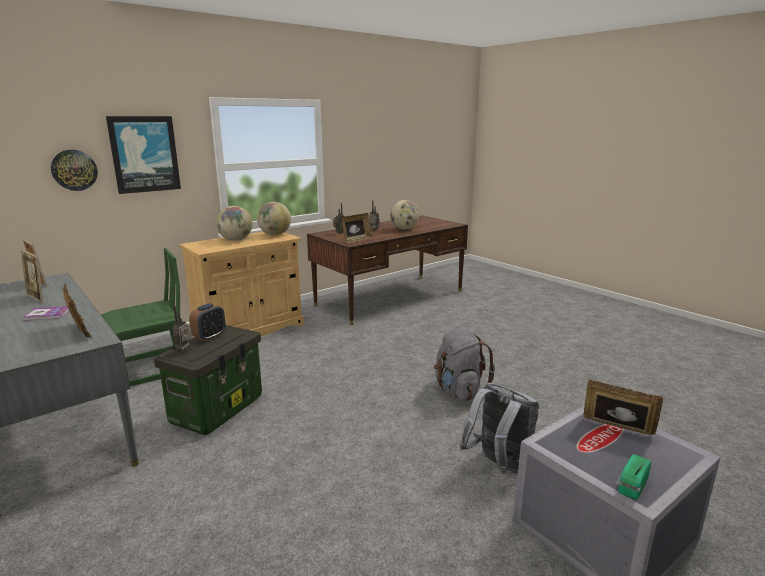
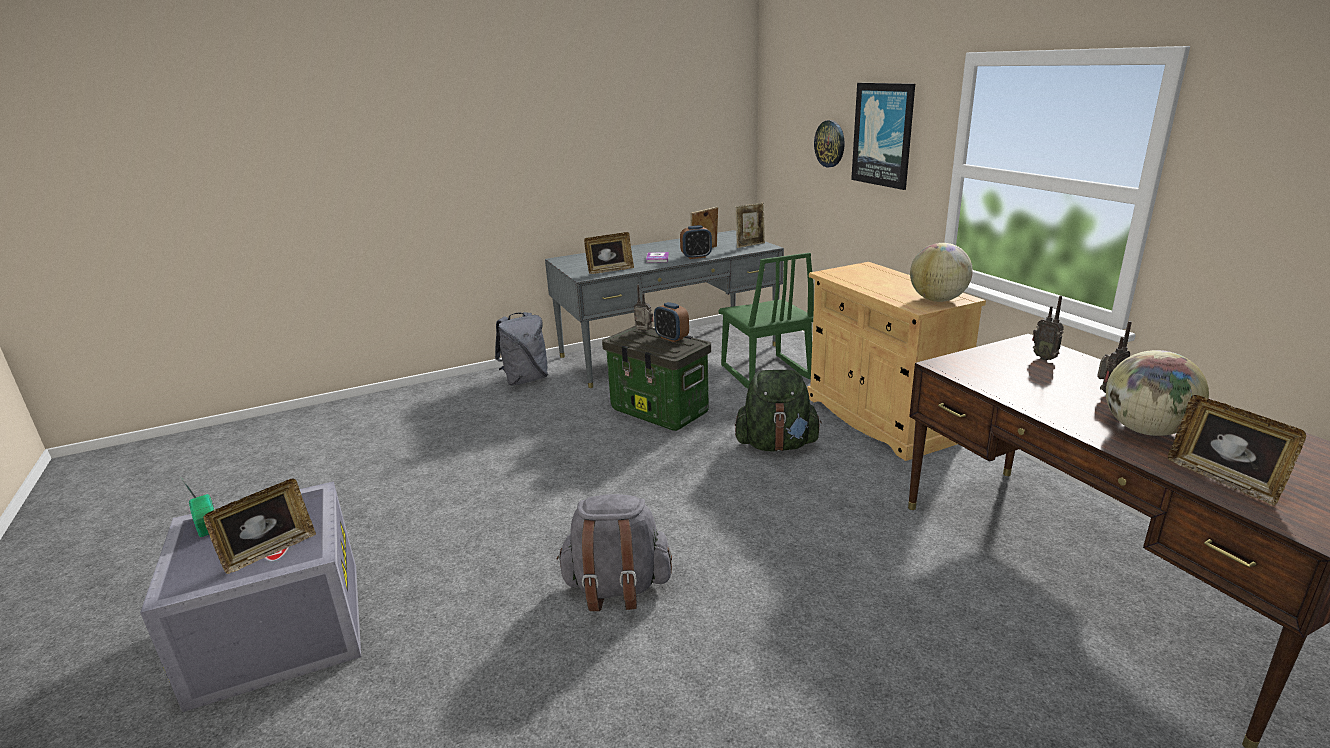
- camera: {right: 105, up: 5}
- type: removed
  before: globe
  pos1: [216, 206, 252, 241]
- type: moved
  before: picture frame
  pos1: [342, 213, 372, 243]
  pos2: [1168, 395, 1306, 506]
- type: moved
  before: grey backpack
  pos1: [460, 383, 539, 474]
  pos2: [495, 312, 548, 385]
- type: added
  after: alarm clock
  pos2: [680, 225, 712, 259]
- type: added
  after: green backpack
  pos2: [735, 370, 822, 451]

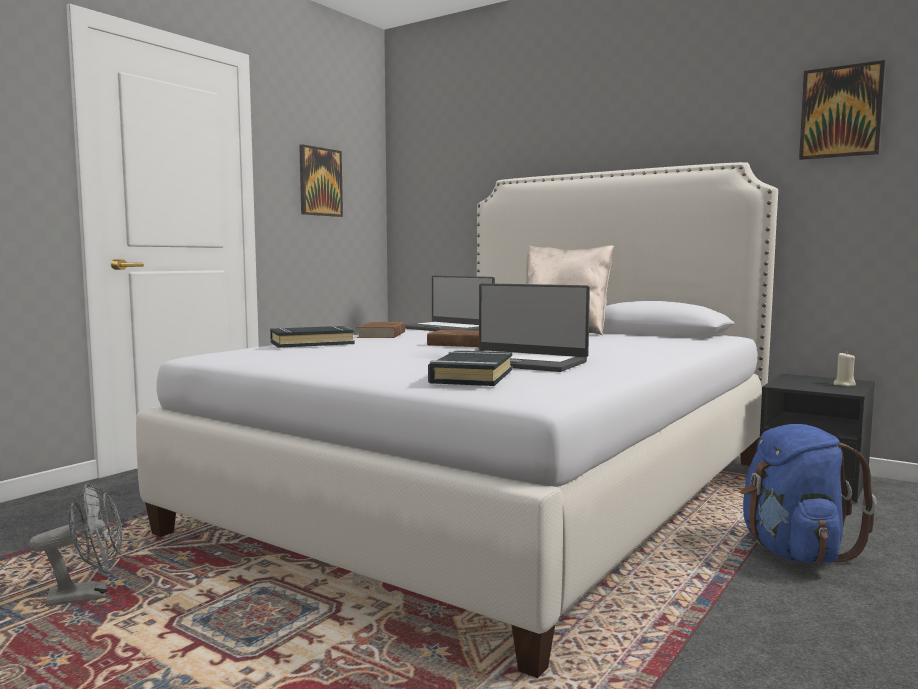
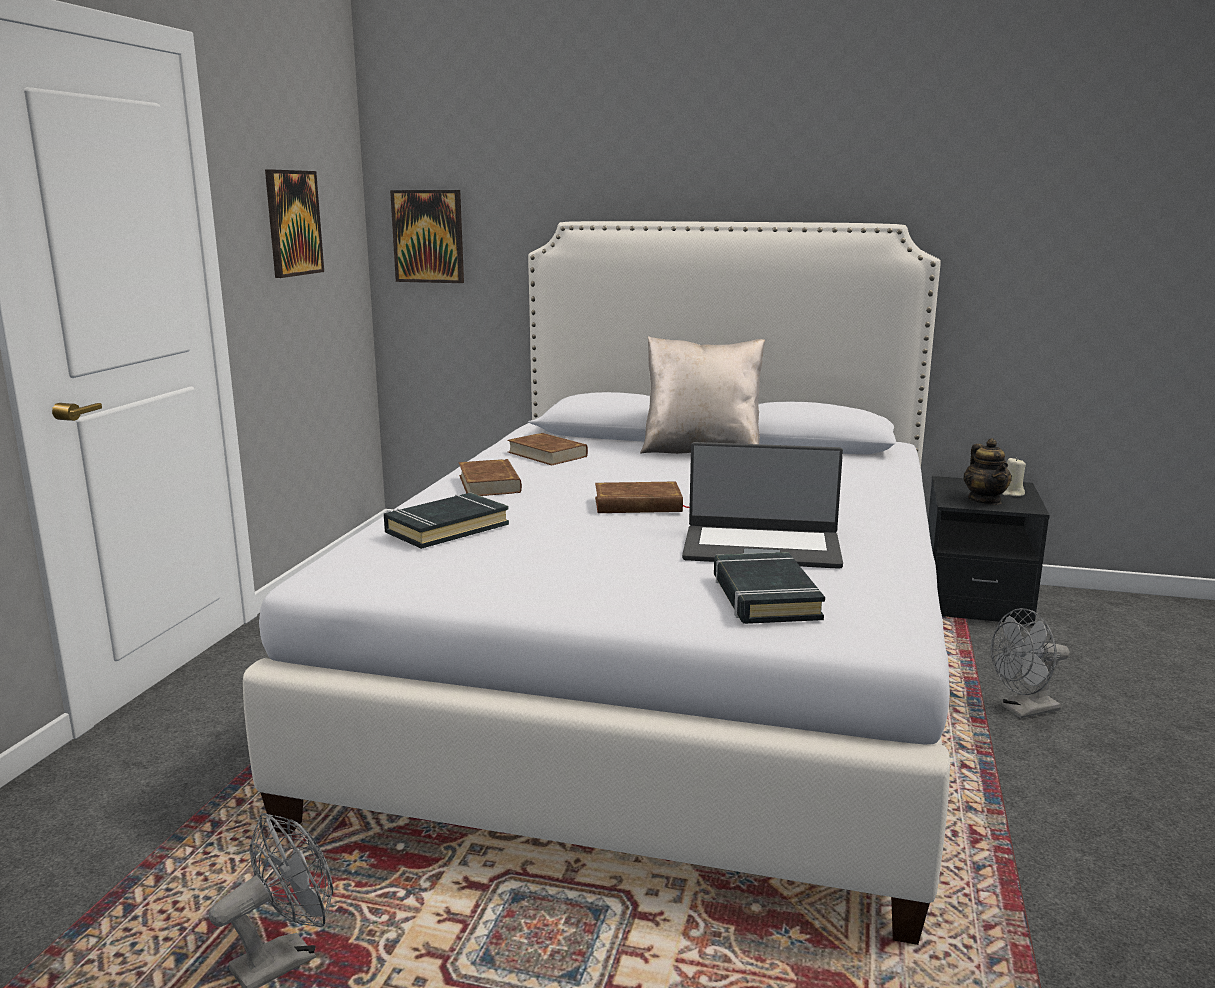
- camera: {right: -20, up: 10}
- type: replaced
  before: laptop
  after: brown book
  pos1: [405, 276, 495, 331]
  pos2: [507, 433, 588, 465]
- type: replaced
  before: blue backpack
  after: grey fan
  pos1: [740, 424, 877, 563]
  pos2: [991, 608, 1070, 718]
- type: moved
  before: picture
  pos1: [799, 60, 885, 160]
  pos2: [390, 190, 464, 283]
- type: added
  after: teapot
  pos2: [963, 438, 1012, 505]

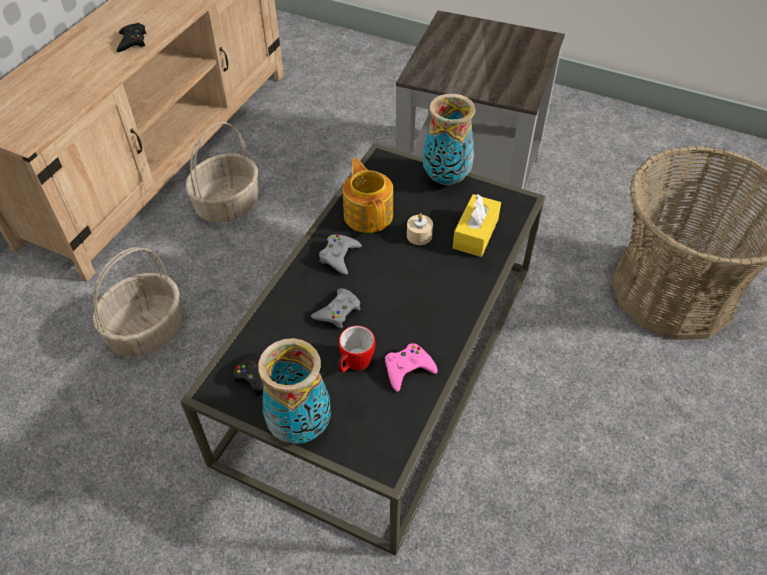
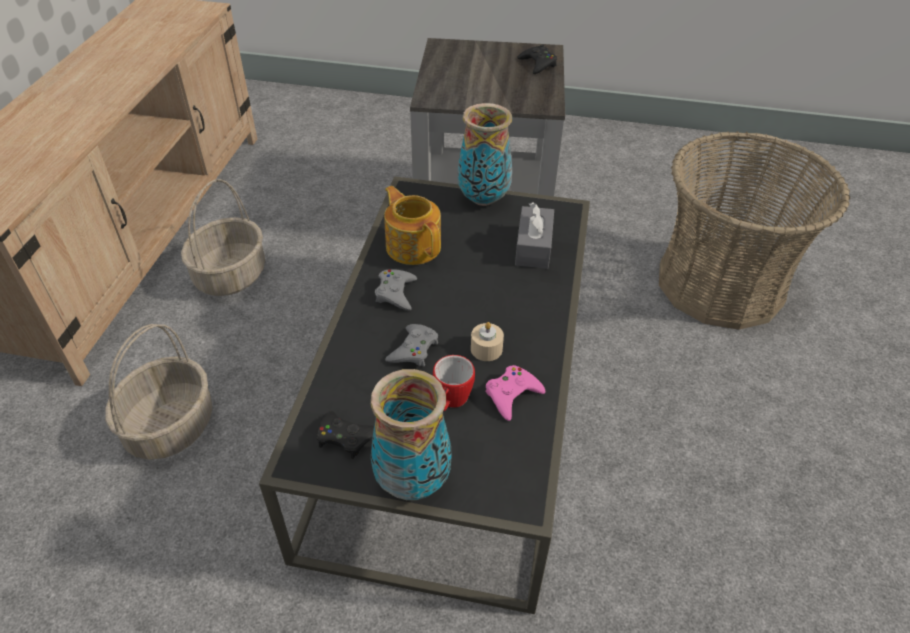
- camera: {right: -15, up: -5}
- type: moved
  before: black game controller
  pos1: [116, 23, 146, 52]
  pos2: [517, 44, 557, 74]
- type: moved
  before: beige candle
  pos1: [407, 213, 433, 245]
  pos2: [471, 322, 504, 361]
- type: recoloured
  before: yellow tissue box
  after: grey tissue box
  pos1: [453, 194, 501, 257]
  pos2: [515, 202, 554, 269]

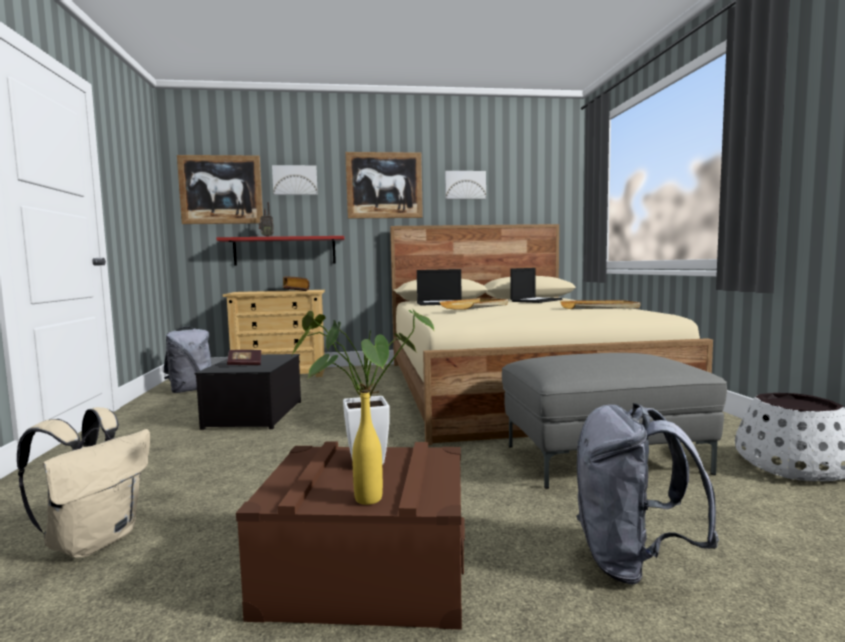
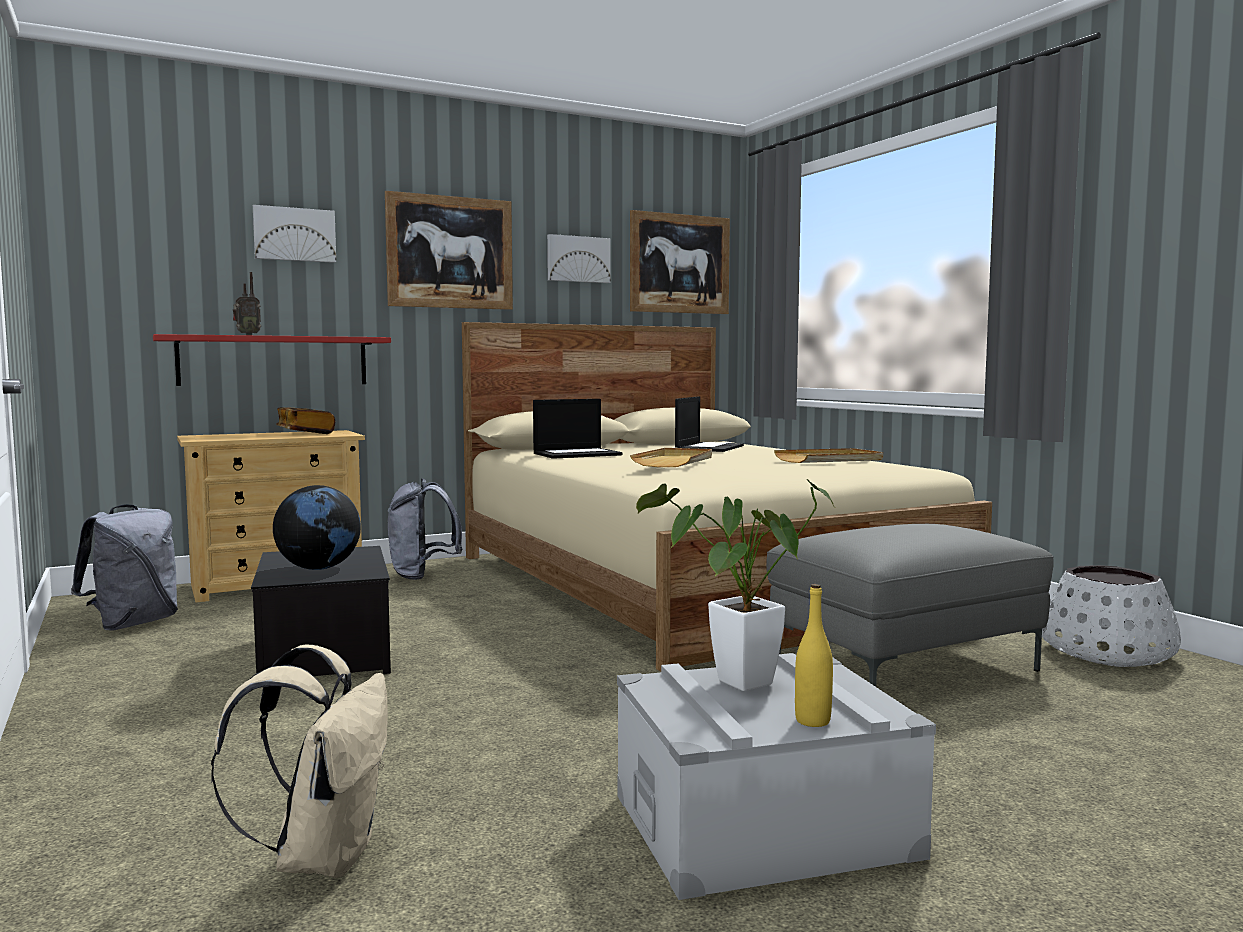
- camera: {right: -20, up: 0}
- type: moved
  before: picture
  pos1: [177, 155, 263, 224]
  pos2: [630, 210, 730, 314]
- type: replaced
  before: book
  after: globe
  pos1: [227, 350, 261, 365]
  pos2: [273, 485, 361, 570]
- type: recoloured
  before: brown storage box
  after: grey storage box
  pos1: [236, 441, 465, 629]
  pos2: [617, 653, 936, 900]
- type: moved
  before: grey backpack
  pos1: [576, 403, 719, 585]
  pos2: [387, 478, 462, 580]

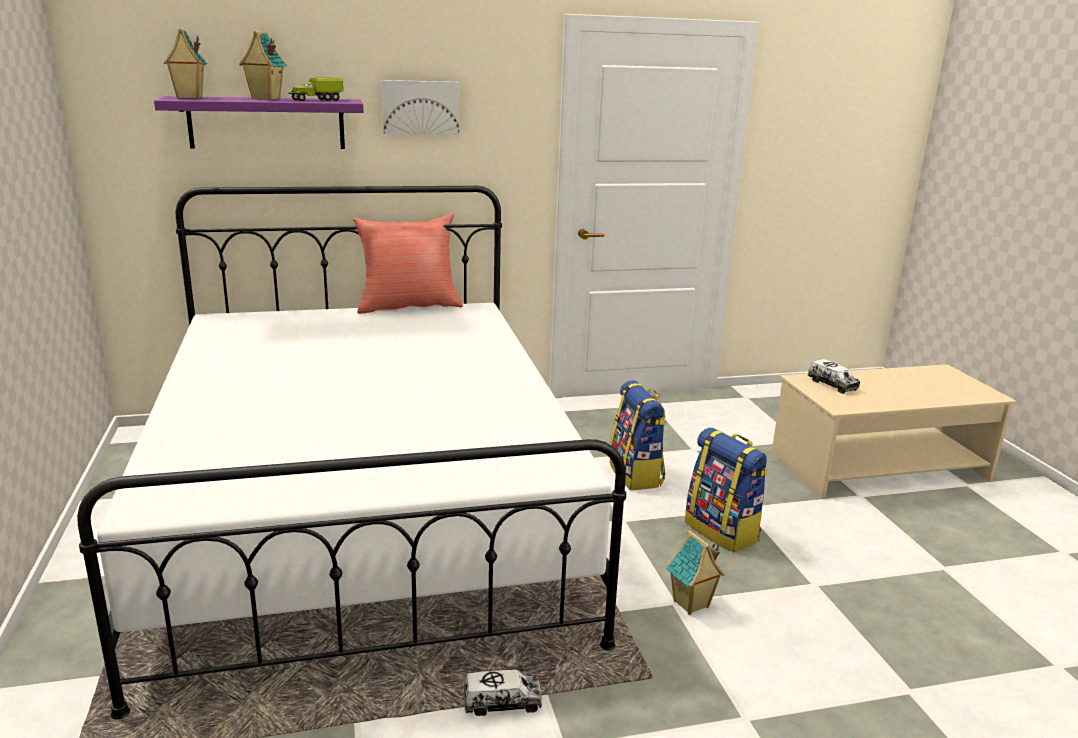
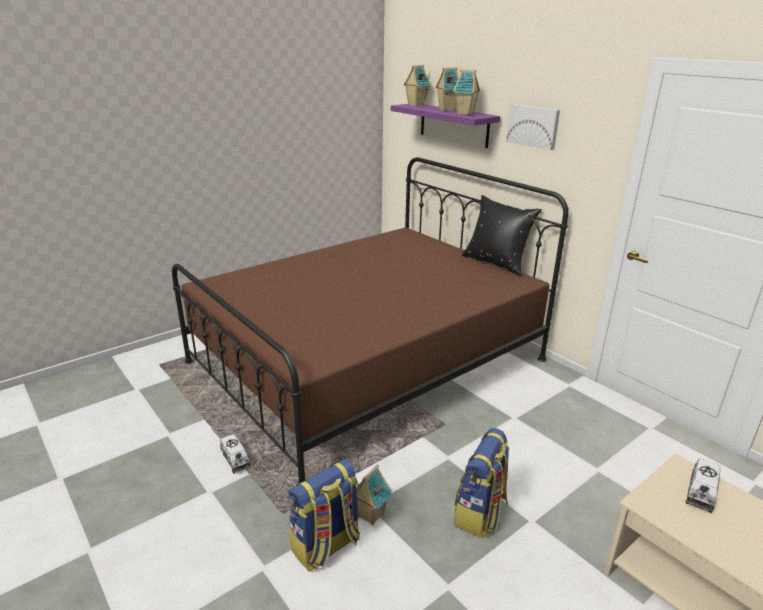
- camera: {right: 65, up: 5}
- type: recoloured
  before: white bed
  after: brown bed
  pos1: [77, 186, 626, 719]
  pos2: [172, 157, 568, 483]
- type: replaced
  before: toy truck
  after: toy house
  pos1: [289, 78, 343, 101]
  pos2: [453, 69, 480, 115]
- type: recoloured
  before: red pillow
  after: black pillow
  pos1: [353, 214, 463, 314]
  pos2: [462, 195, 542, 277]
- type: moved
  before: backpack
  pos1: [610, 381, 667, 490]
  pos2: [289, 459, 360, 572]

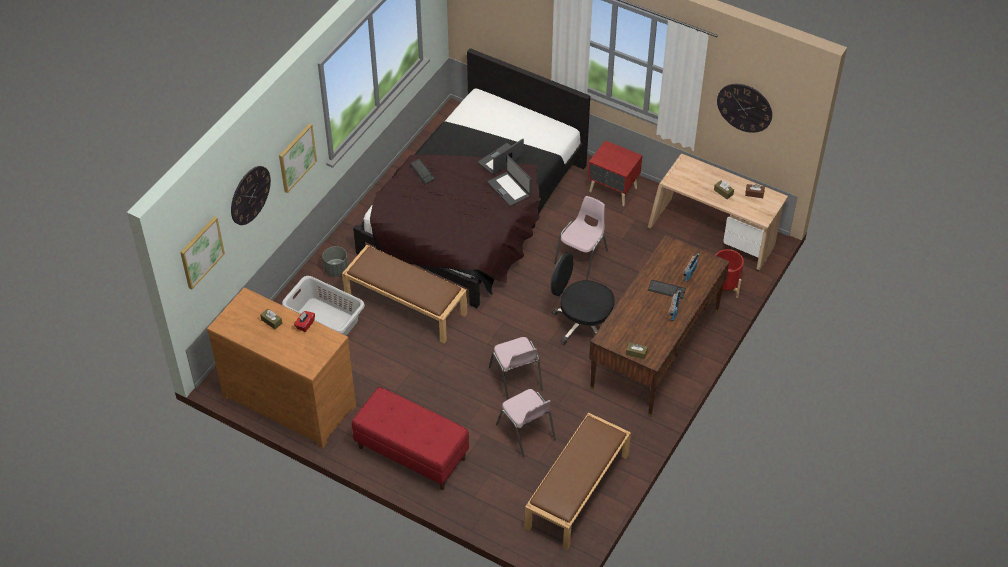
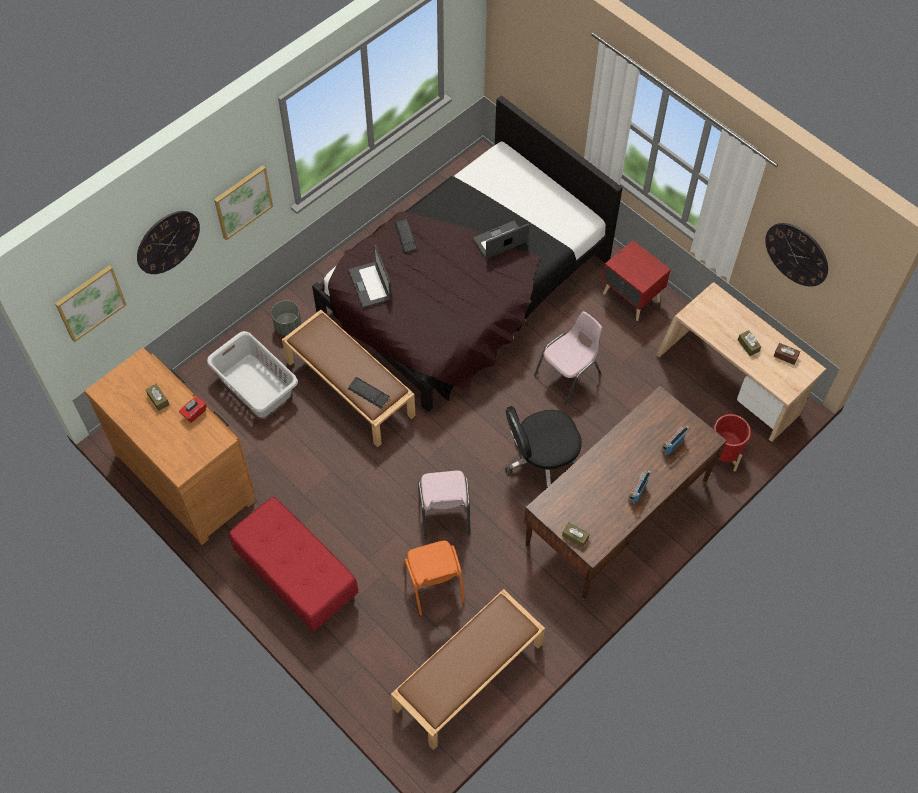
- camera: {right: 15, up: 10}
- type: moved
  before: laptop
  pos1: [487, 155, 531, 206]
  pos2: [349, 245, 392, 308]
- type: recoloured
  before: pink chair
  after: orange chair
  pos1: [496, 389, 556, 457]
  pos2: [403, 541, 465, 616]
- type: turned
  before: black office chair
  pos1: [551, 253, 614, 345]
  pos2: [505, 406, 582, 487]
  turn: -60
- type: moved
  before: keyboard
  pos1: [648, 280, 686, 299]
  pos2: [348, 377, 390, 409]

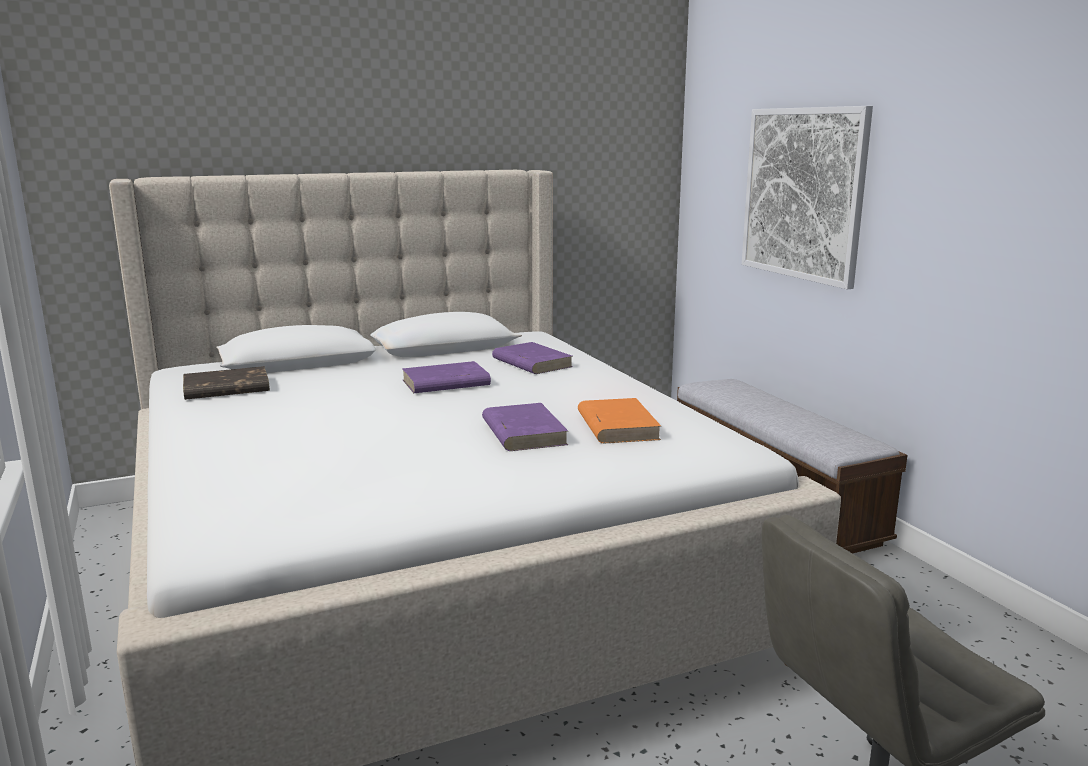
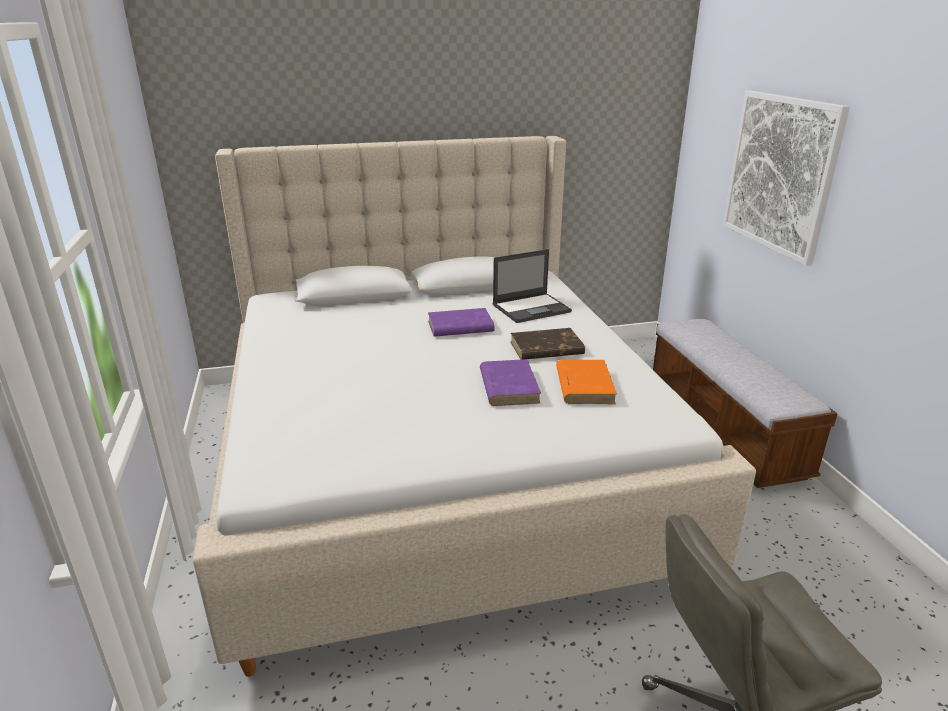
- camera: {right: 10, up: 10}
- type: moved
  before: brown book
  pos1: [183, 366, 270, 400]
  pos2: [510, 328, 585, 360]
- type: replaced
  before: purple book
  after: laptop
  pos1: [492, 342, 573, 374]
  pos2: [493, 249, 572, 323]

